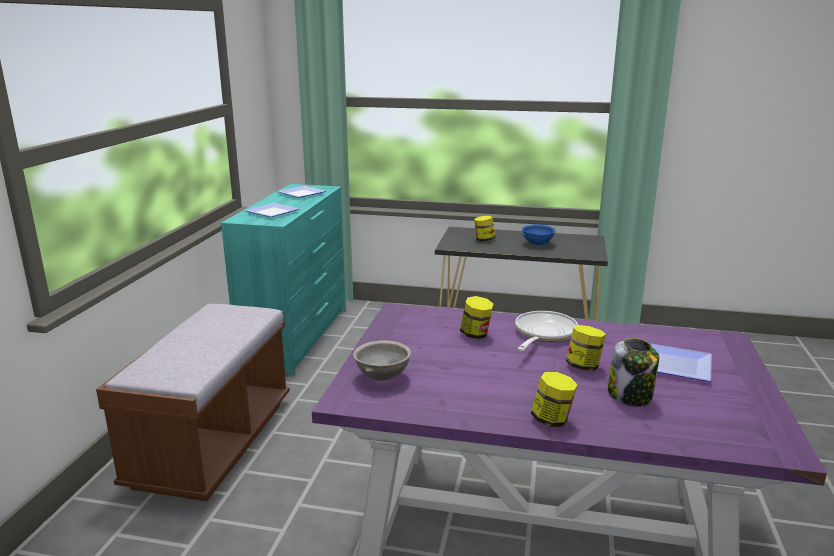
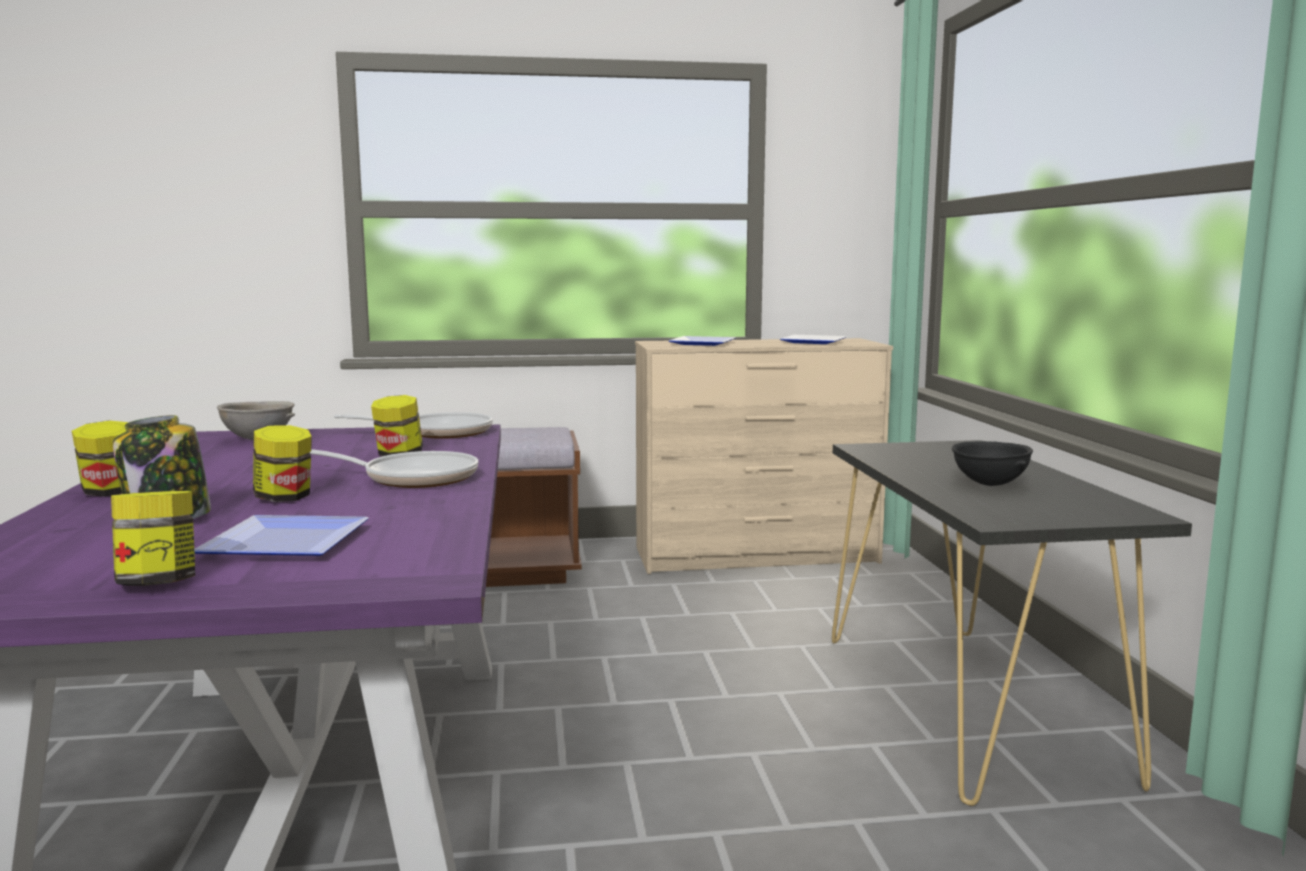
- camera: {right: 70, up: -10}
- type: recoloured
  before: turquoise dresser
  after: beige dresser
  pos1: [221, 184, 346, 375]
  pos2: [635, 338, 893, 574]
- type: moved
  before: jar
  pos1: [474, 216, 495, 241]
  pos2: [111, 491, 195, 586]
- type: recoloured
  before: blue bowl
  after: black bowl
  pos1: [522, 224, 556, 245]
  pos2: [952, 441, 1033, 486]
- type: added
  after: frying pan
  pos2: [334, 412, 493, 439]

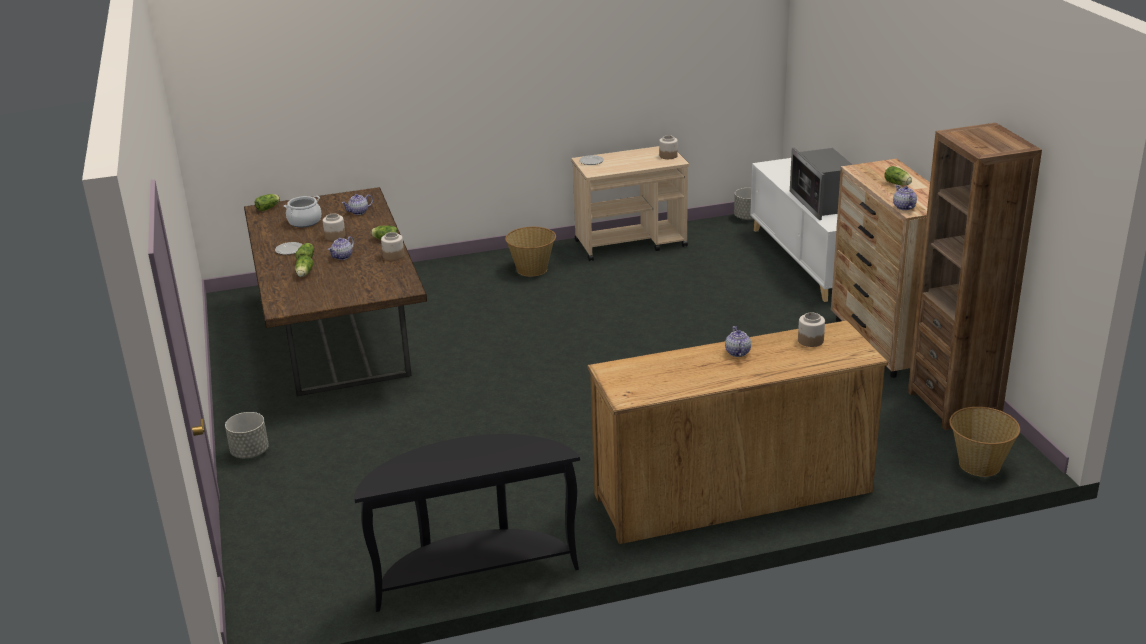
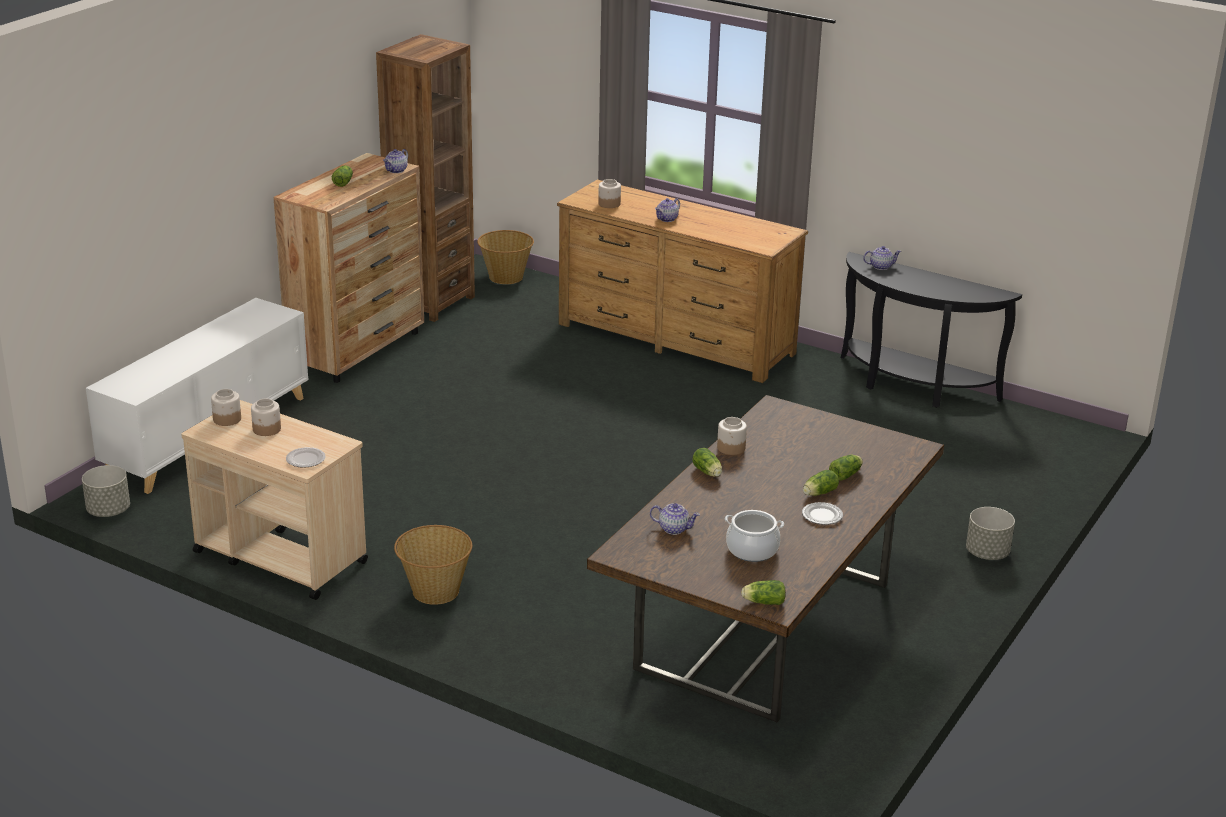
- camera: {right: -135, up: 0}
- type: moved
  before: jar
  pos1: [323, 213, 346, 241]
  pos2: [251, 399, 281, 436]
- type: moved
  before: teapot
  pos1: [328, 236, 354, 260]
  pos2: [863, 246, 901, 270]
- type: removed
  before: microwave
  pos1: [790, 148, 853, 220]

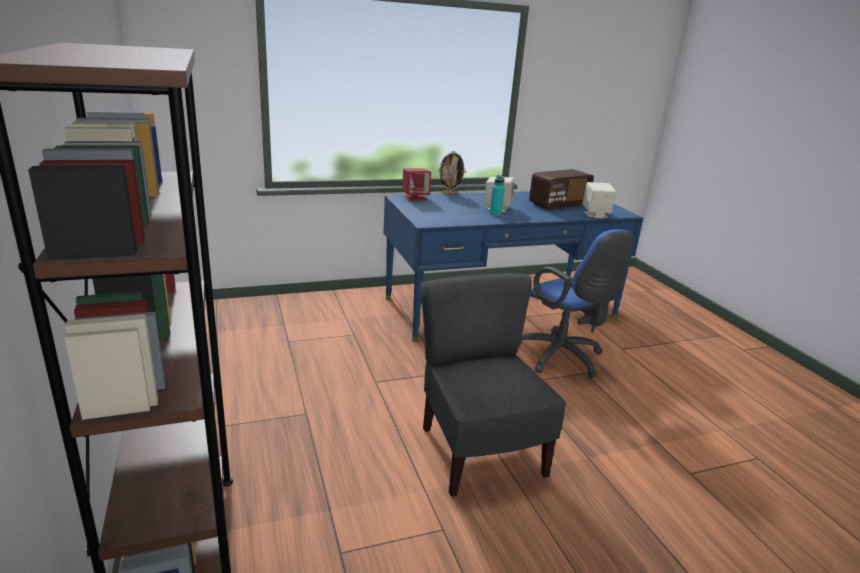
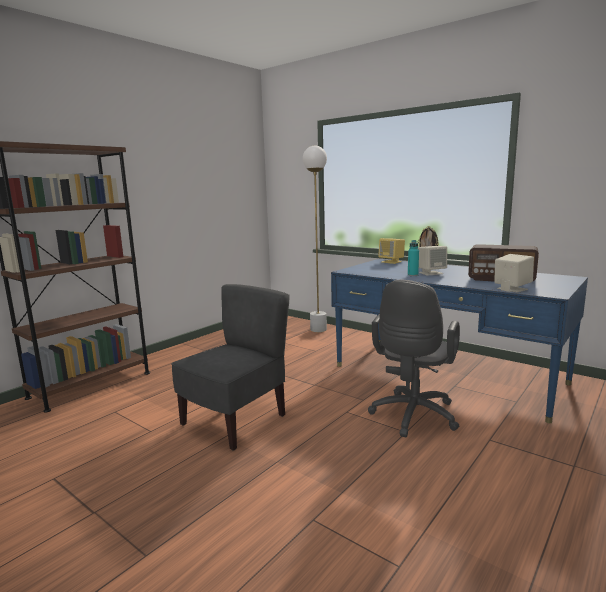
- camera: {right: 60, up: -10}
- type: recoloured
  before: red speaker
  after: yellow speaker
  pos1: [403, 168, 431, 201]
  pos2: [378, 238, 405, 264]
- type: recoloured
  before: blue office chair
  after: grey office chair
  pos1: [519, 229, 634, 378]
  pos2: [368, 280, 460, 437]
- type: added
  after: white floor lamp
  pos2: [303, 146, 327, 332]

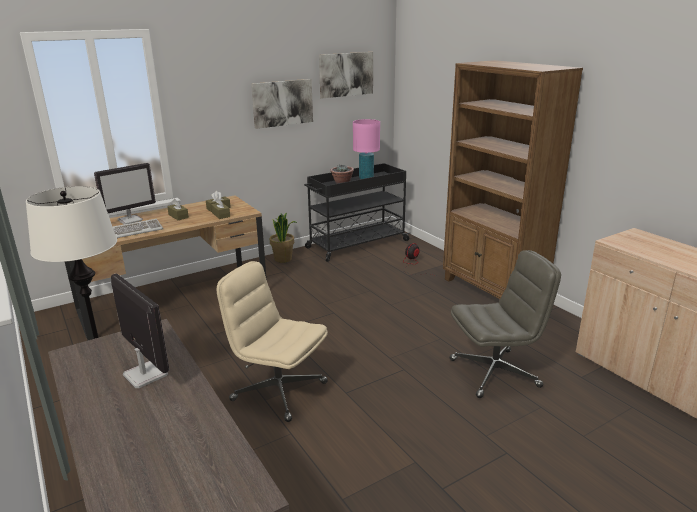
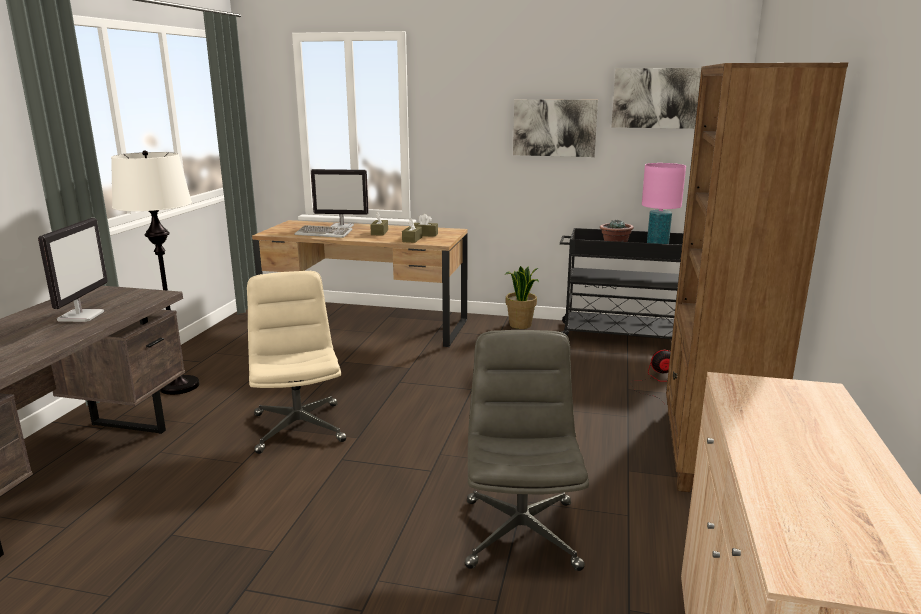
- camera: {right: 45, up: -5}
- type: turned
  before: grey office chair
  pos1: [449, 250, 561, 398]
  pos2: [465, 330, 589, 571]
  turn: -120

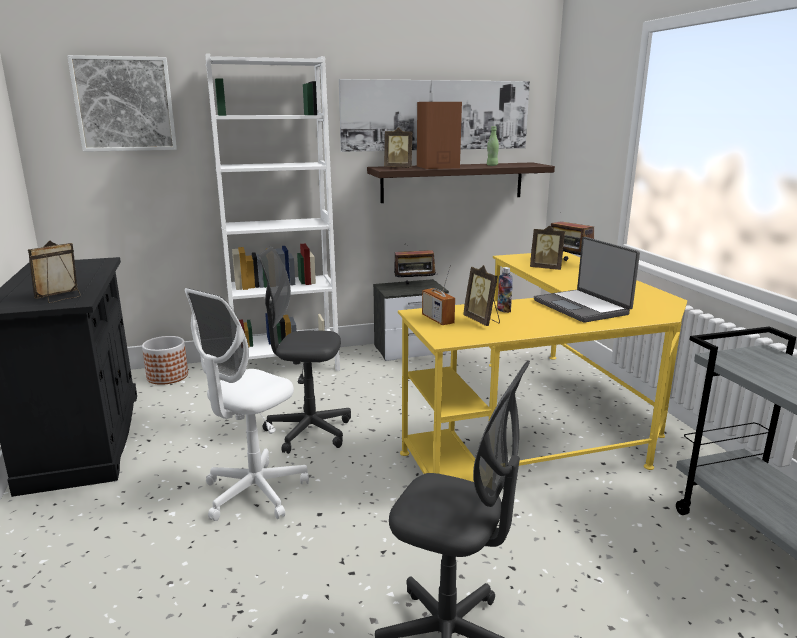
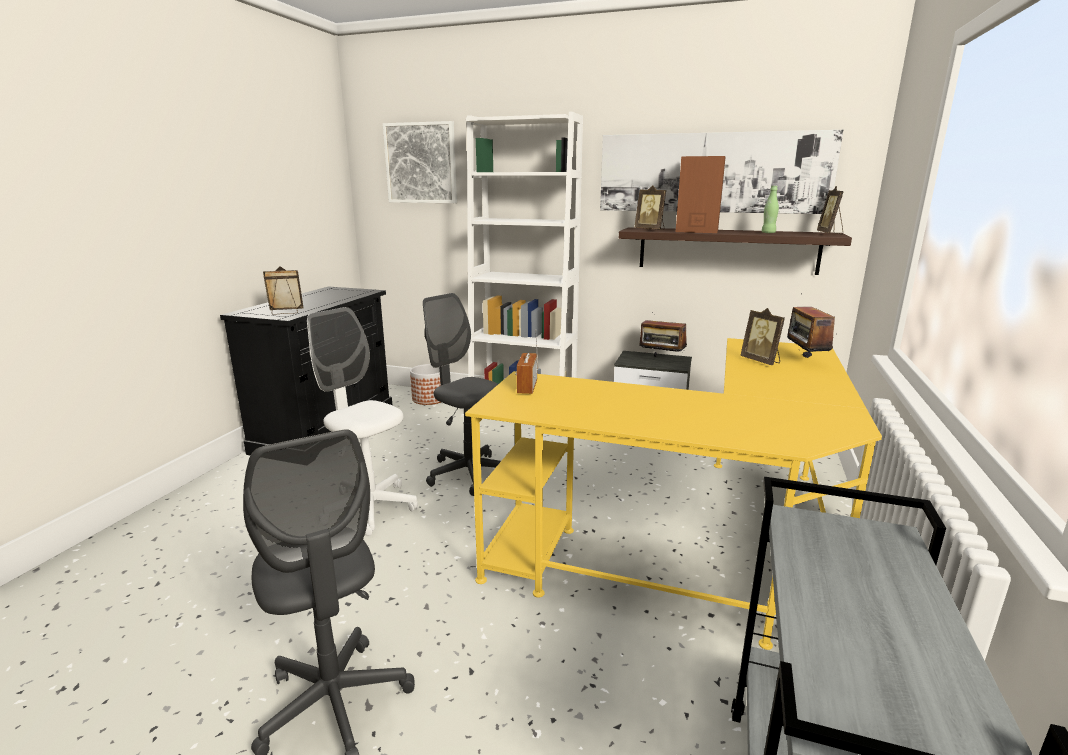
- camera: {right: 35, up: 0}
- type: turned
  before: white office chair
  pos1: [185, 288, 309, 521]
  pos2: [307, 307, 418, 536]
  turn: 60
- type: moved
  before: picture frame
  pos1: [463, 265, 500, 326]
  pos2: [817, 186, 844, 235]
- type: removed
  before: bottle
  pos1: [497, 267, 513, 313]
- type: removed
  before: laptop
  pos1: [534, 237, 640, 323]

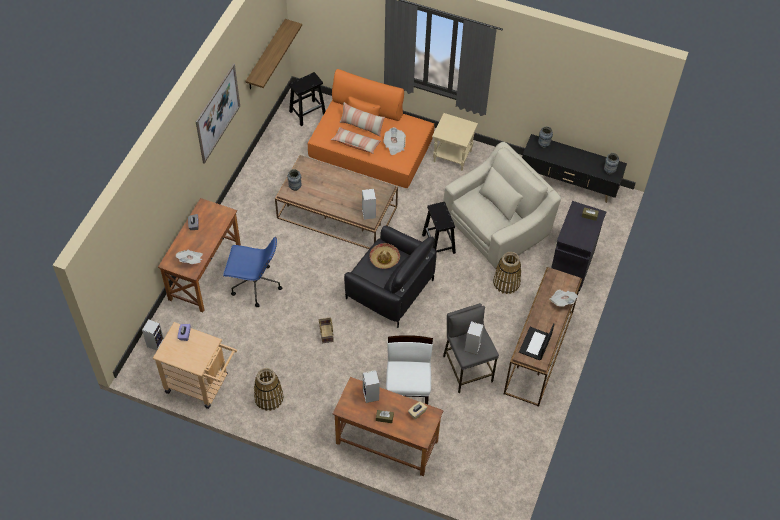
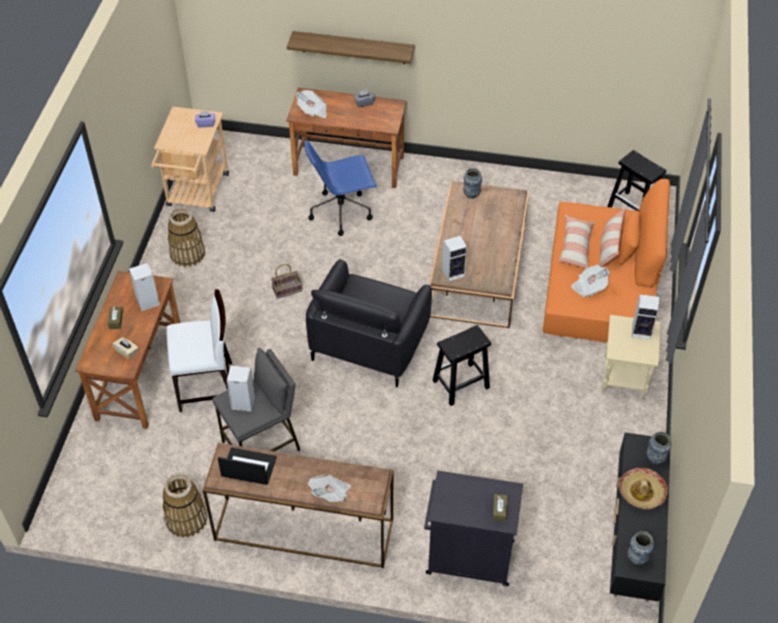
- camera: {right: 80, up: -5}
- type: moved
  before: speaker
  pos1: [142, 319, 164, 351]
  pos2: [632, 294, 659, 340]
- type: removed
  before: picture
  pos1: [196, 63, 240, 164]
- type: turned
  before: blue office chair
  pos1: [223, 237, 282, 307]
  pos2: [304, 140, 377, 236]
  turn: 75
- type: moved
  before: shelf
  pos1: [246, 19, 302, 89]
  pos2: [287, 31, 415, 64]
- type: moved
  before: hat
  pos1: [369, 243, 400, 269]
  pos2: [619, 468, 668, 509]
- type: removed
  before: beige armchair
  pos1: [443, 142, 561, 269]
- type: moved
  before: basket
  pos1: [493, 252, 521, 294]
  pos2: [163, 474, 207, 538]

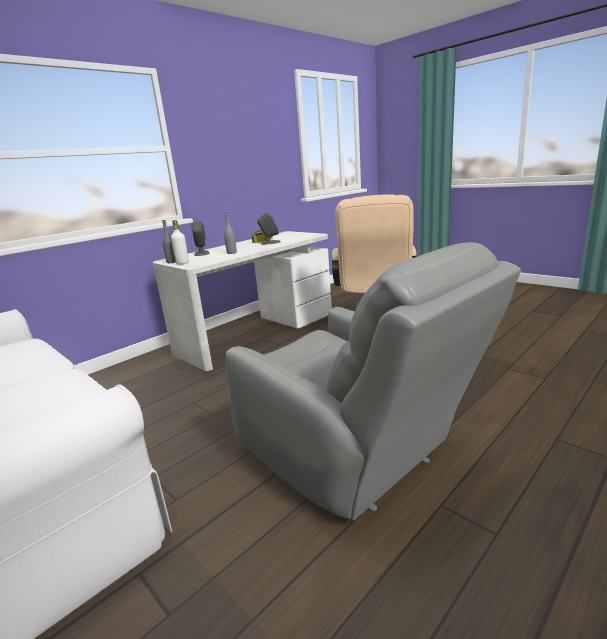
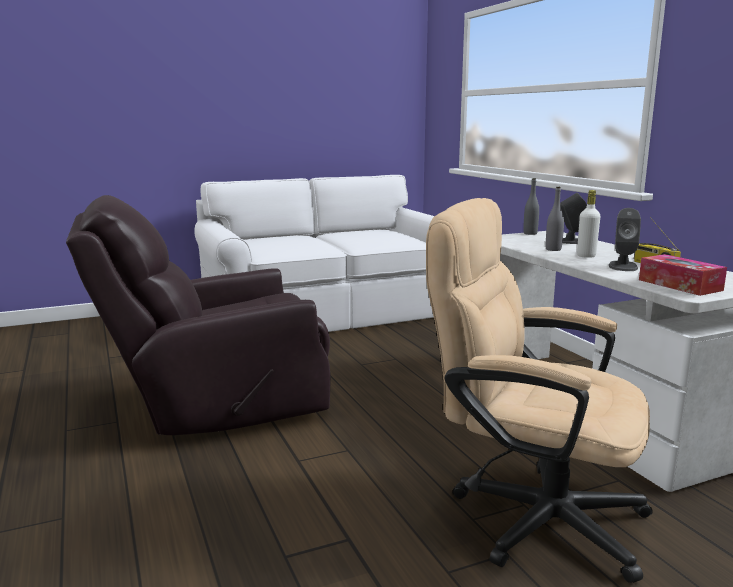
- camera: {right: 110, up: -5}
- type: moved
  before: white bottle
  pos1: [171, 220, 189, 264]
  pos2: [577, 190, 600, 258]
- type: recoloured
  before: grey armchair
  after: brown armchair
  pos1: [225, 242, 521, 520]
  pos2: [66, 195, 331, 435]
- type: added
  after: tissue box
  pos2: [639, 254, 727, 296]

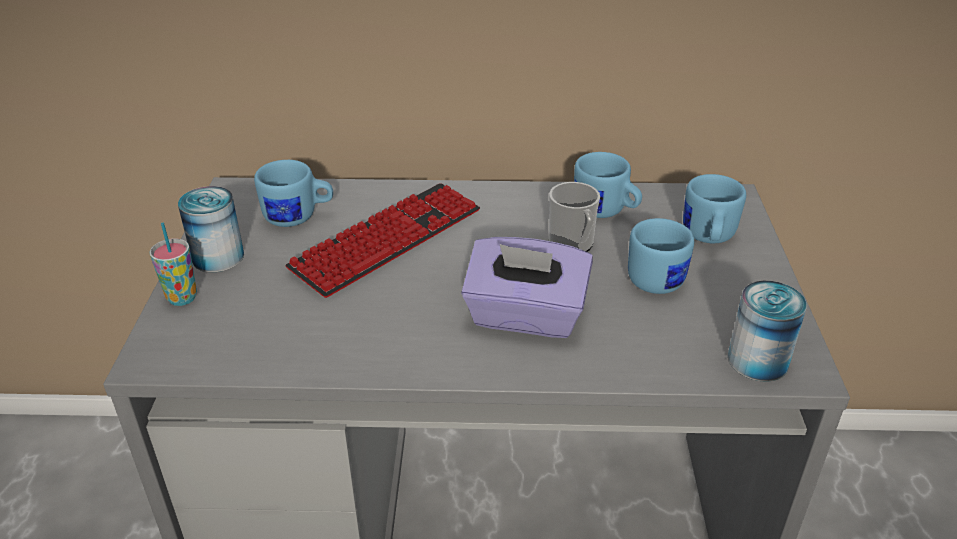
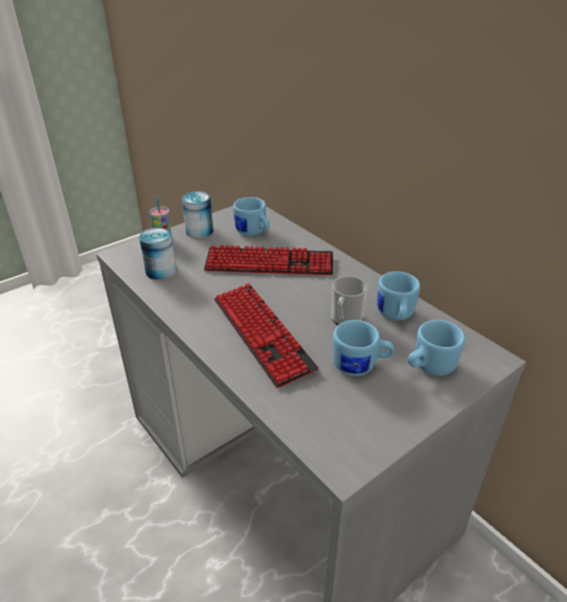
- camera: {right: 50, up: 0}
- type: replaced
  before: purple tissue box
  after: keyboard
  pos1: [461, 237, 593, 338]
  pos2: [214, 283, 319, 388]
- type: moved
  before: can
  pos1: [728, 281, 807, 382]
  pos2: [139, 228, 177, 280]

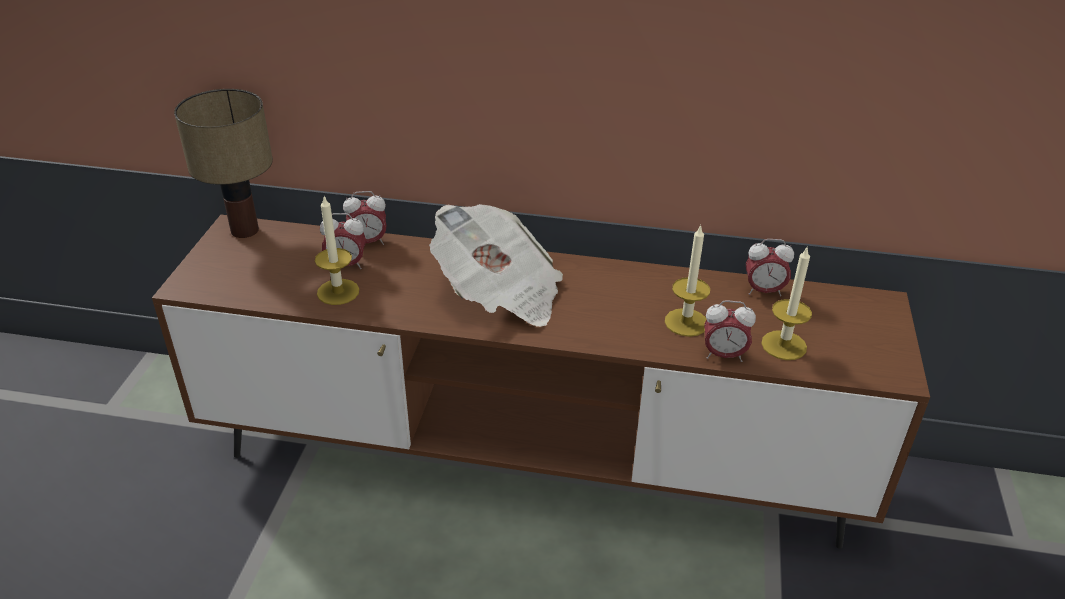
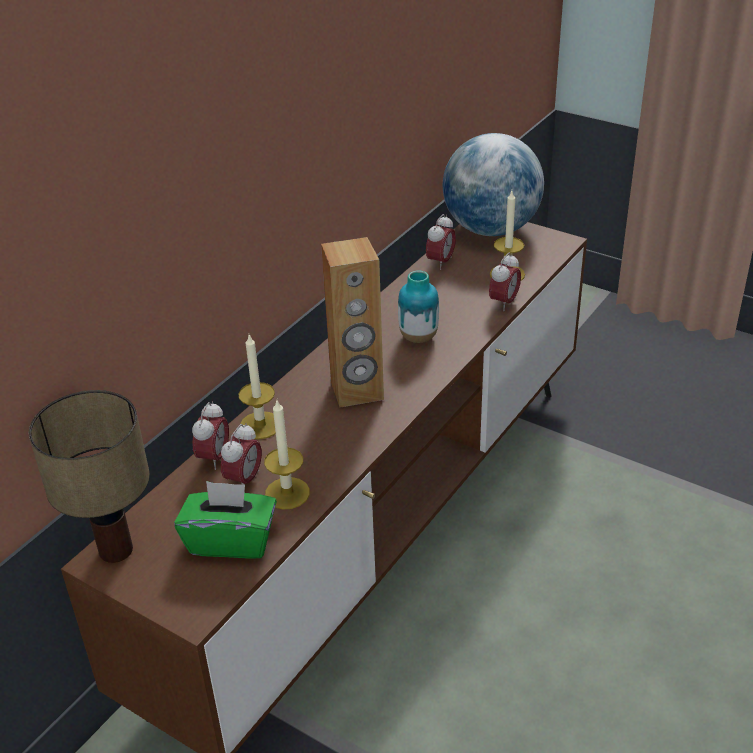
- camera: {right: -65, up: 0}
- type: replaced
  before: newspaper
  after: brown speaker
  pos1: [429, 204, 563, 327]
  pos2: [321, 237, 384, 408]
- type: moved
  before: candle
  pos1: [665, 224, 710, 337]
  pos2: [238, 335, 276, 439]
- type: added
  after: green tissue box
  pos2: [174, 481, 277, 559]
- type: added
  after: vase
  pos2: [398, 271, 439, 343]
- type: added
  after: globe
  pos2: [443, 133, 544, 236]

